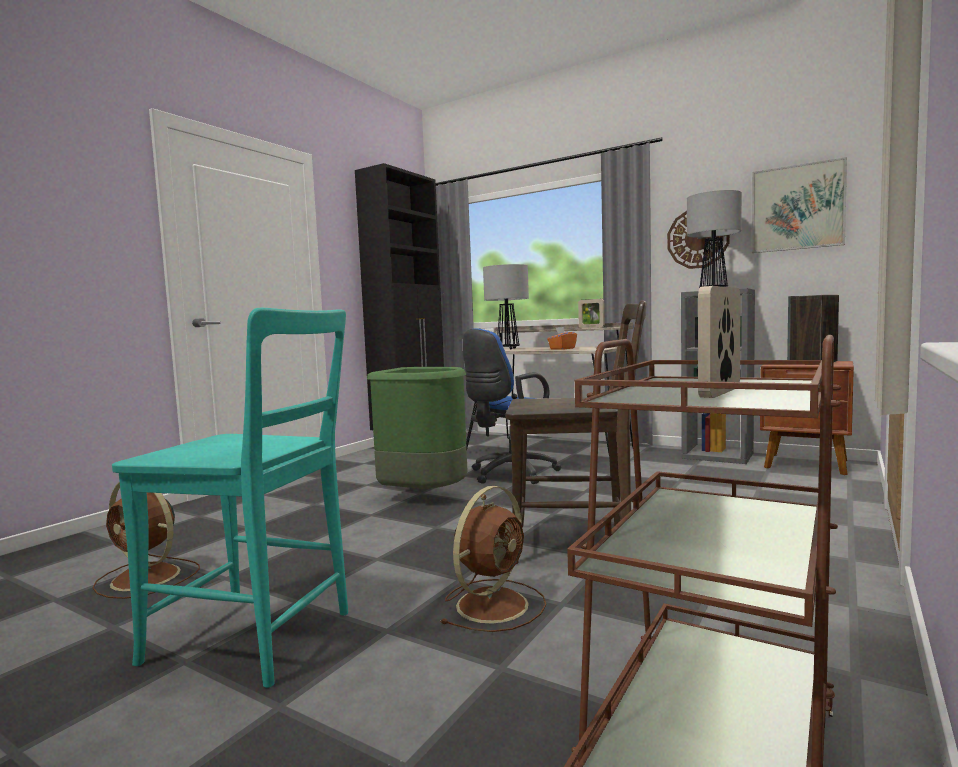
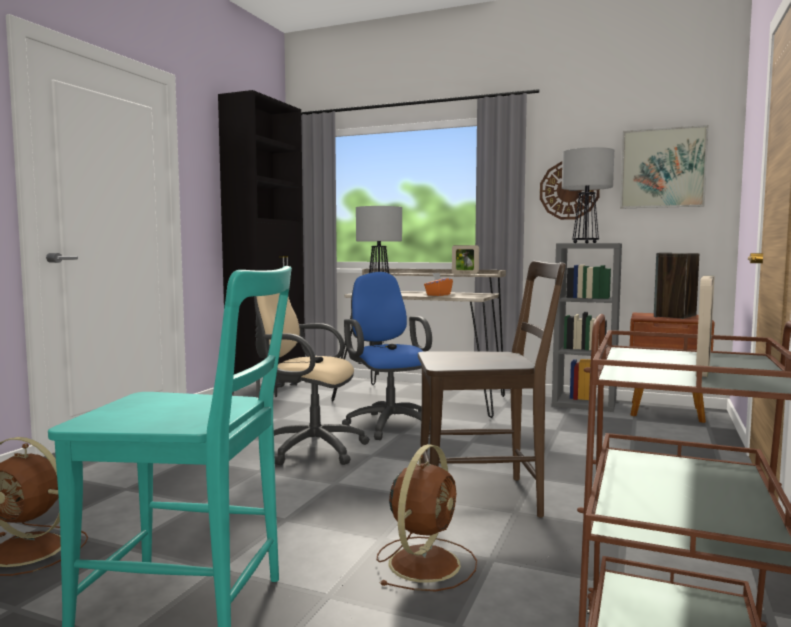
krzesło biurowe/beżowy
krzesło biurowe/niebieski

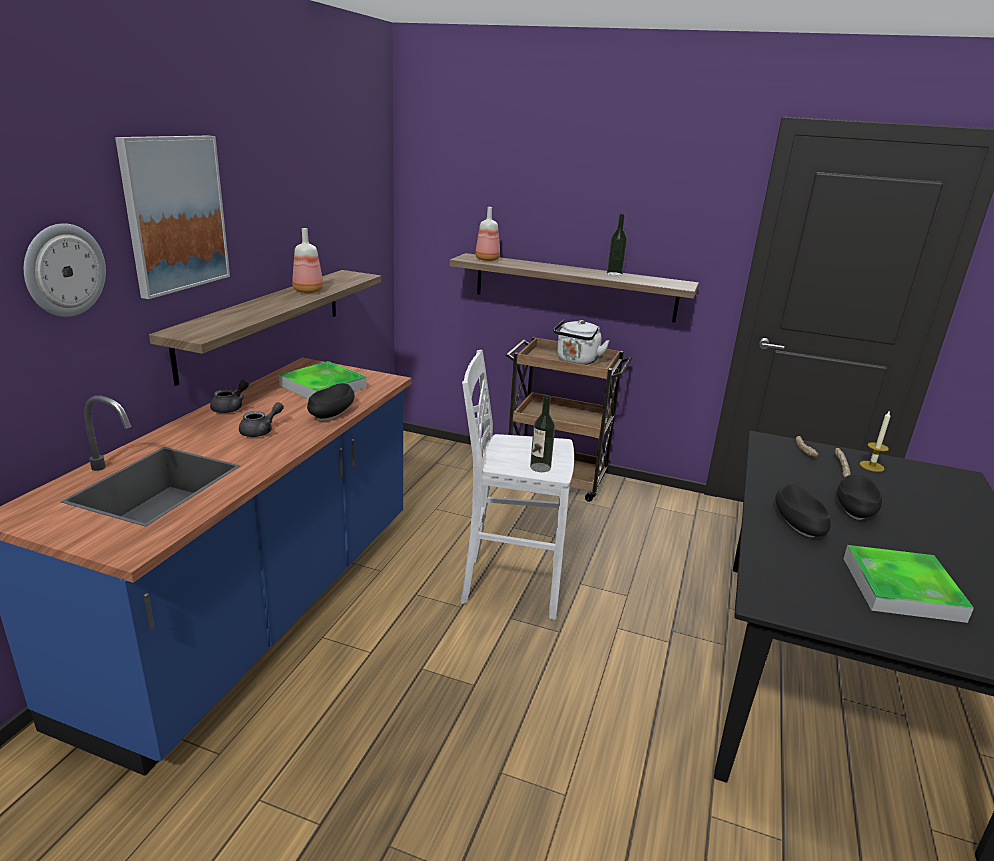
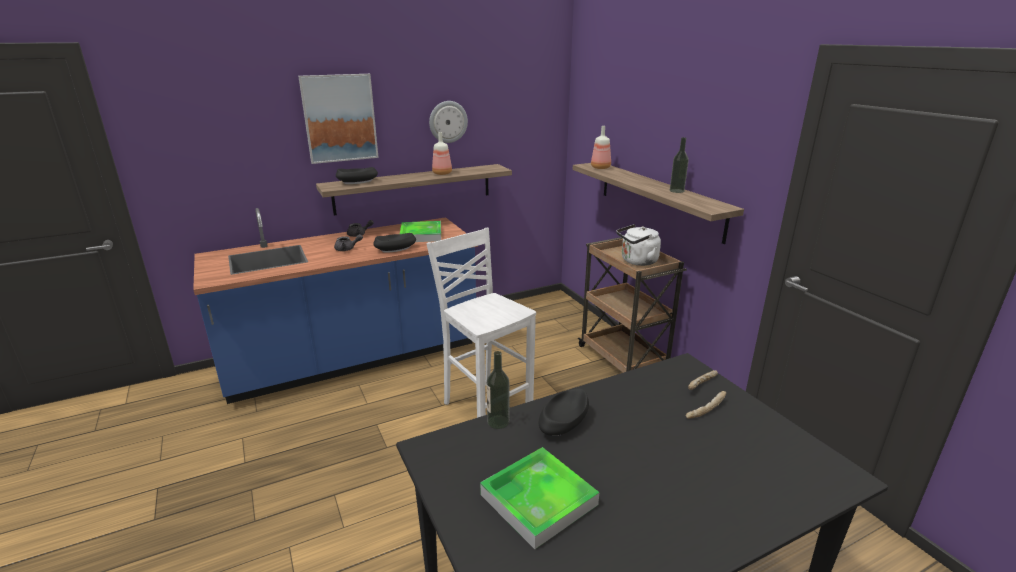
miska/czarny (1st from left)
zegar ścienny
butelka (2nd from left)
świeca

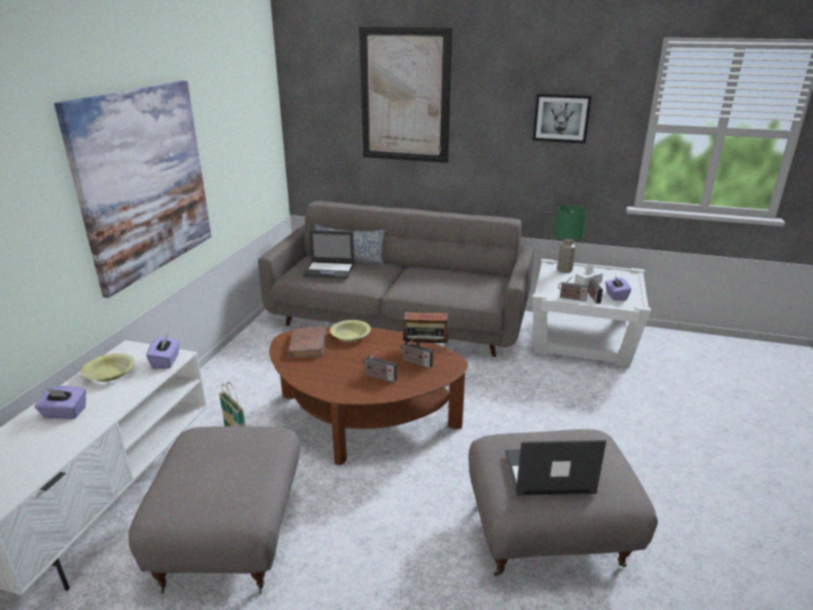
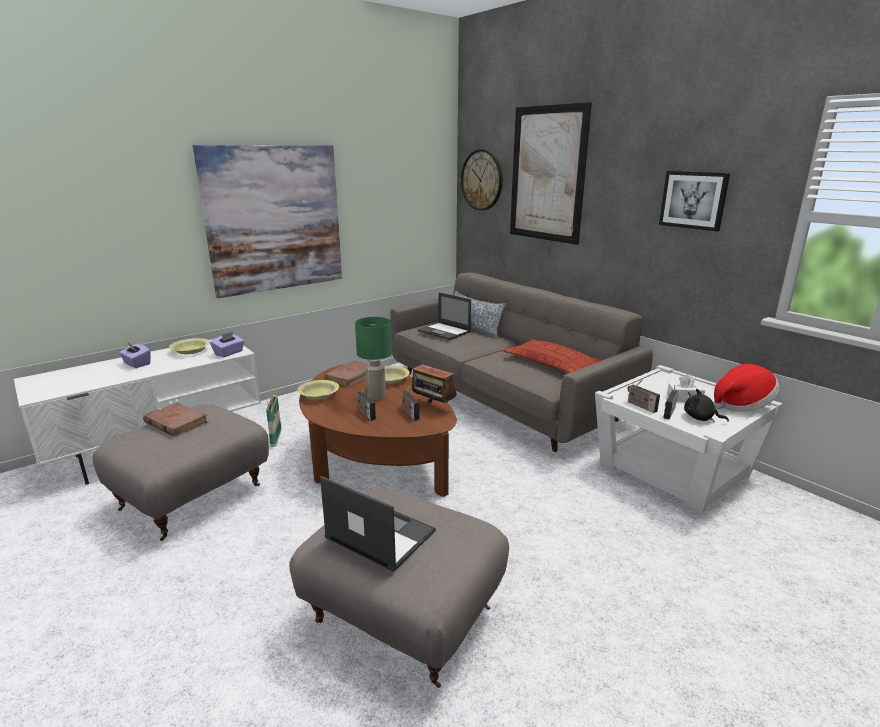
książka/brązowy (1st from left)
miska/żółty (2nd from left)
lampa stołowa/zielony
zegar ścienny
poduszka (2nd from left)
pluszak/czarny
kapelusz

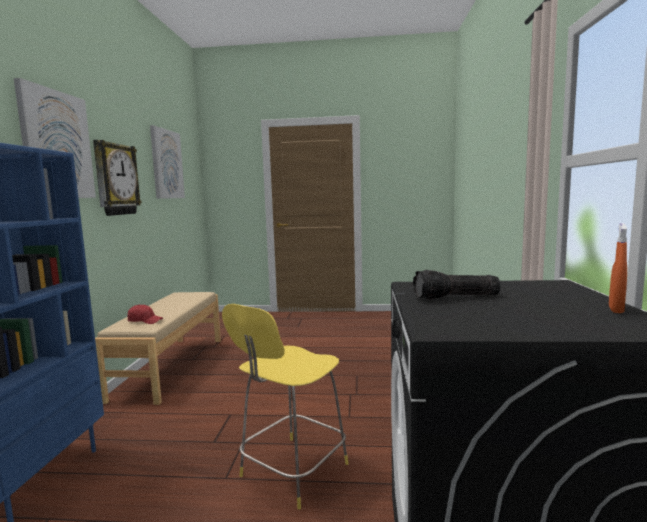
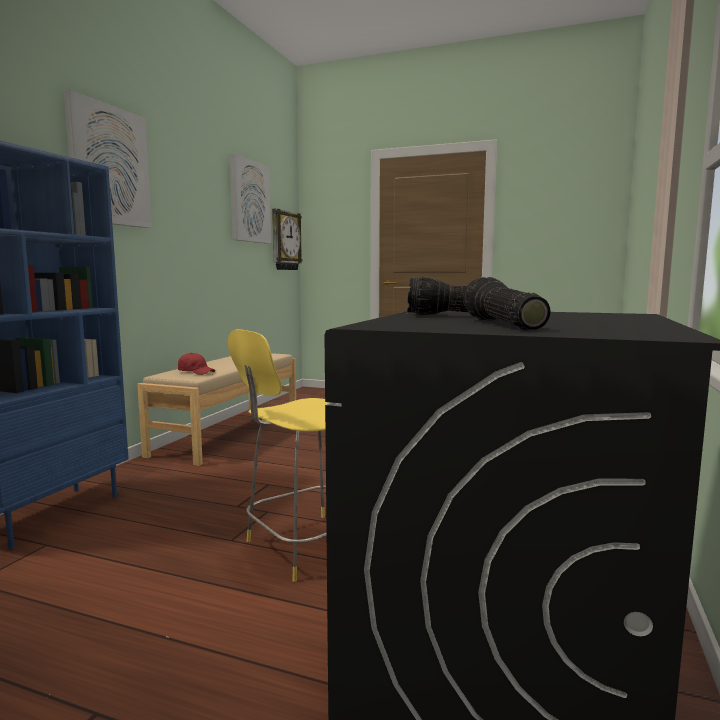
zegar ścienny
latarka (2nd from left)
spryskiwacz/pomarańczowy

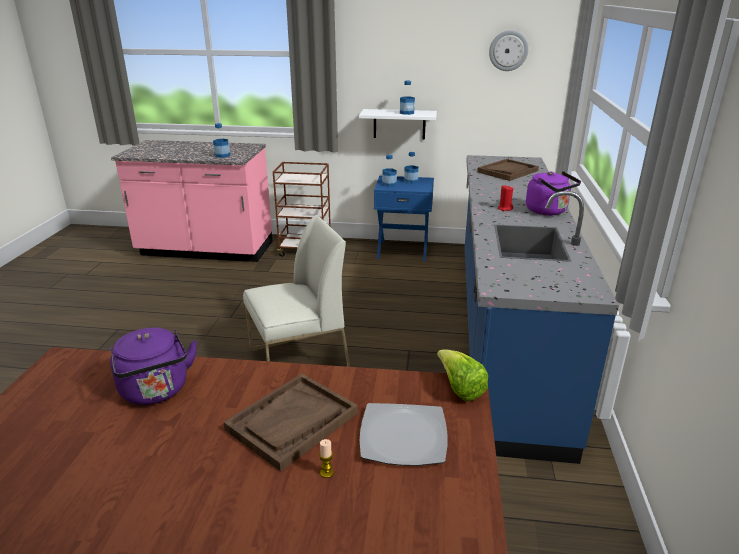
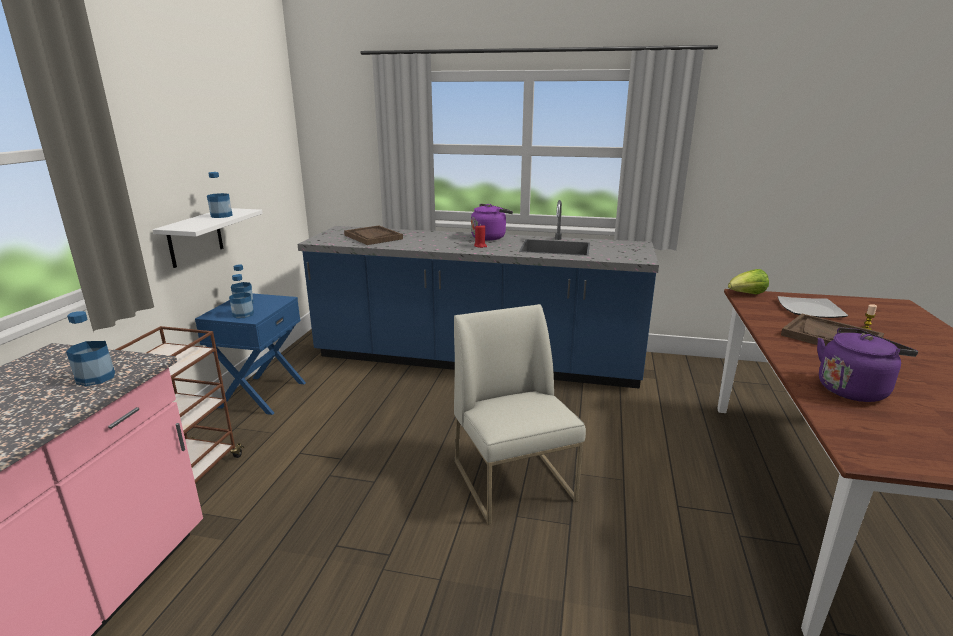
zegar ścienny

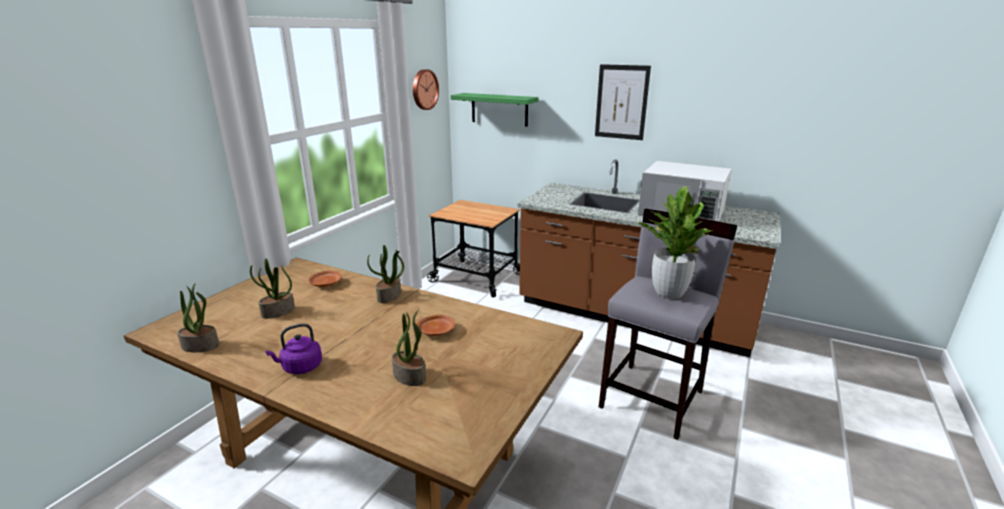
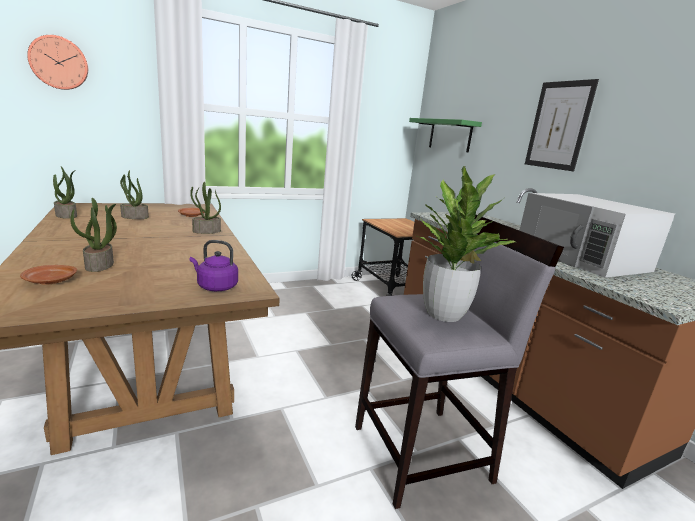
talerz/brązowy (1st from left)
zegar ścienny
czajnik/fioletowy

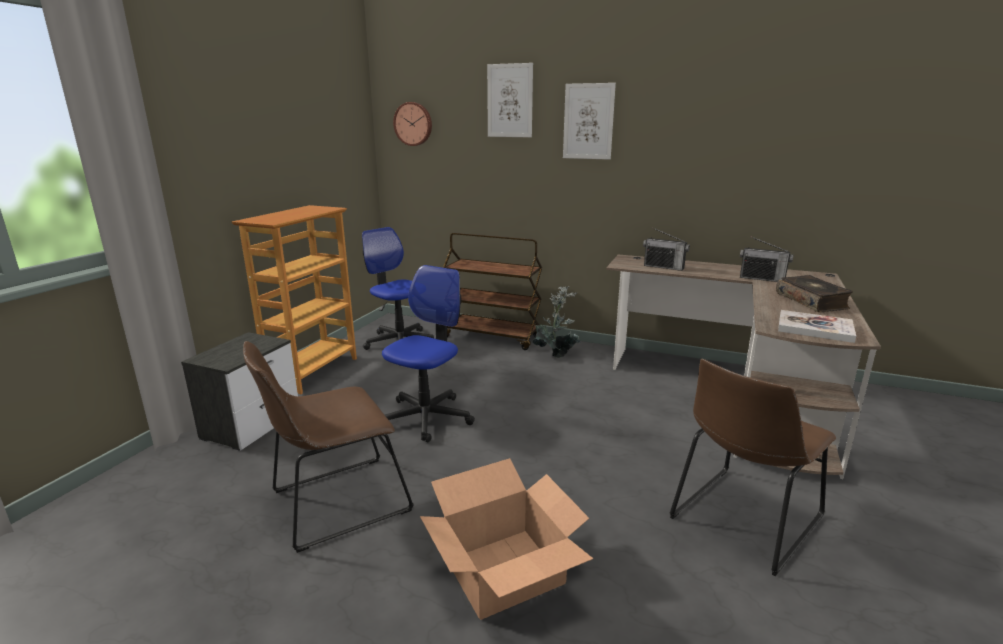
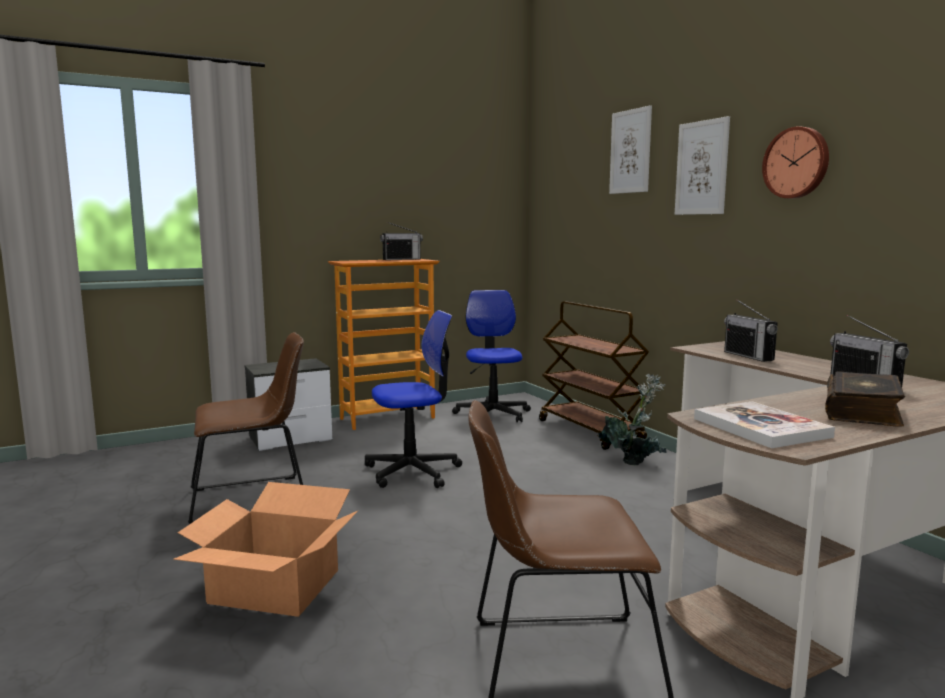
krzesło/brązowy (1st from left)
radio (1st from left)
zegar ścienny

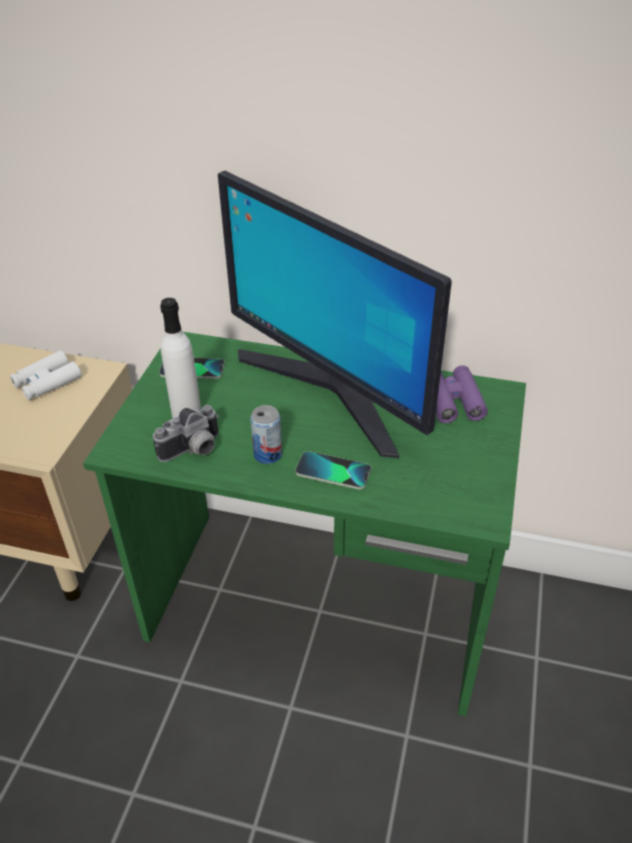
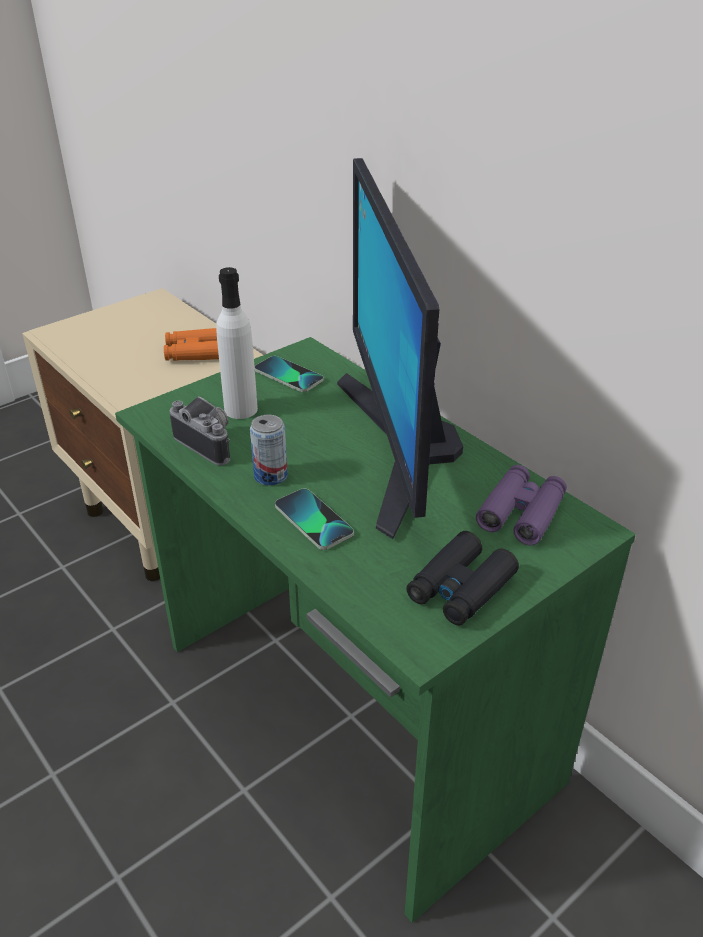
lornetka/pomarańczowy
aparat fotograficzny
lornetka/czarny

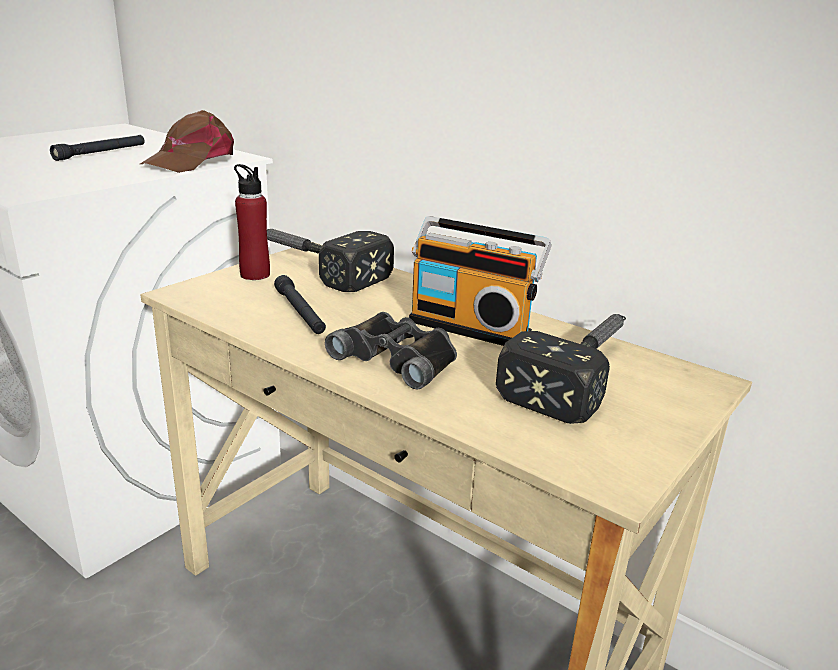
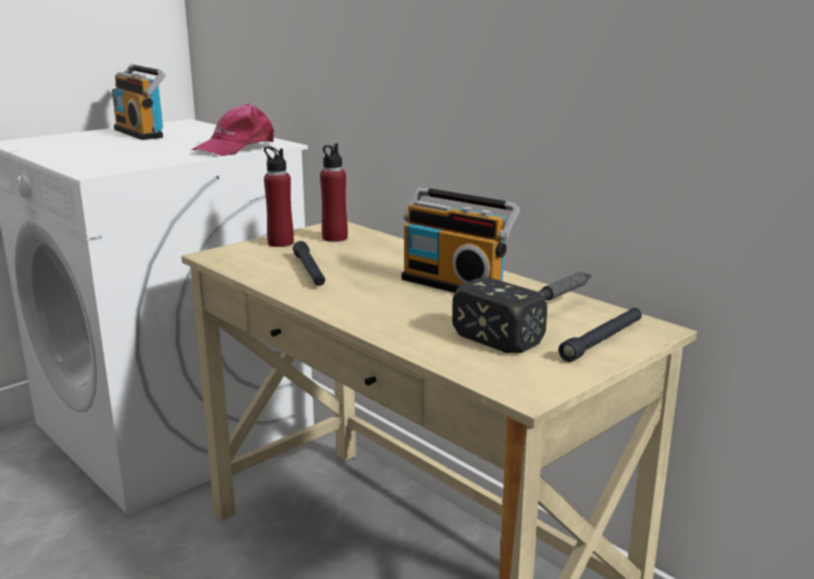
radio (1st from left)
czapka z daszkiem/różowy
butelka/czerwony (2nd from left)
latarka/czarny (2nd from left)
lornetka/czarny

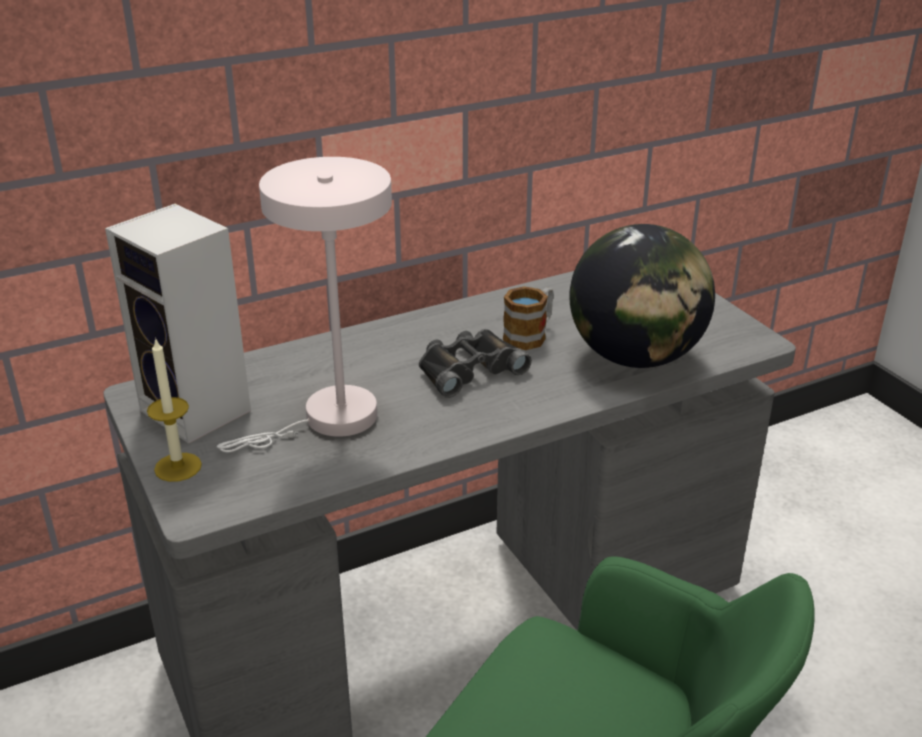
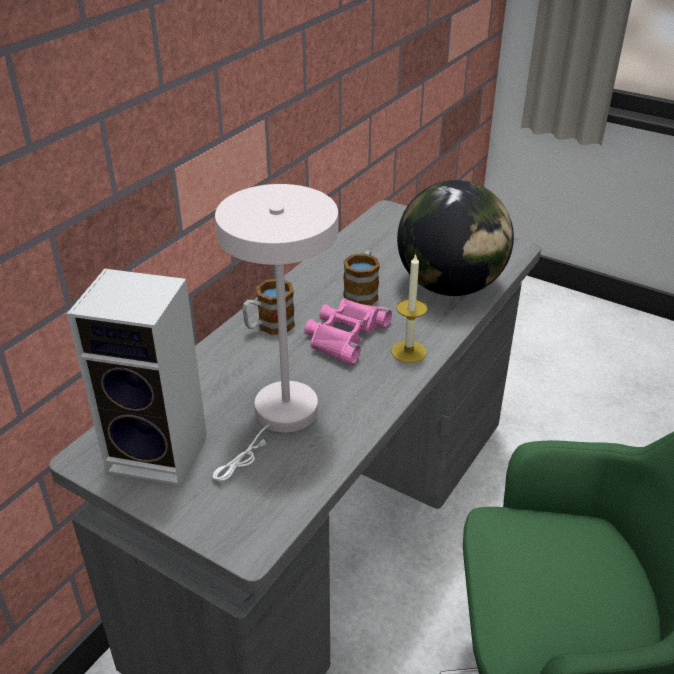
kubek (1st from left)
lornetka/różowy
świeca

